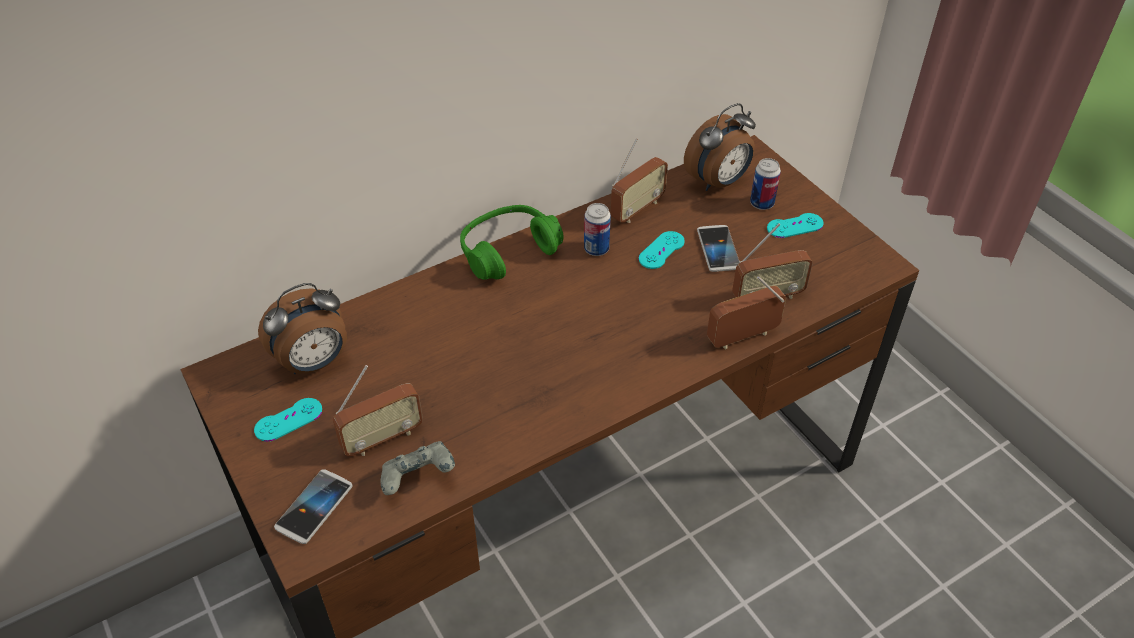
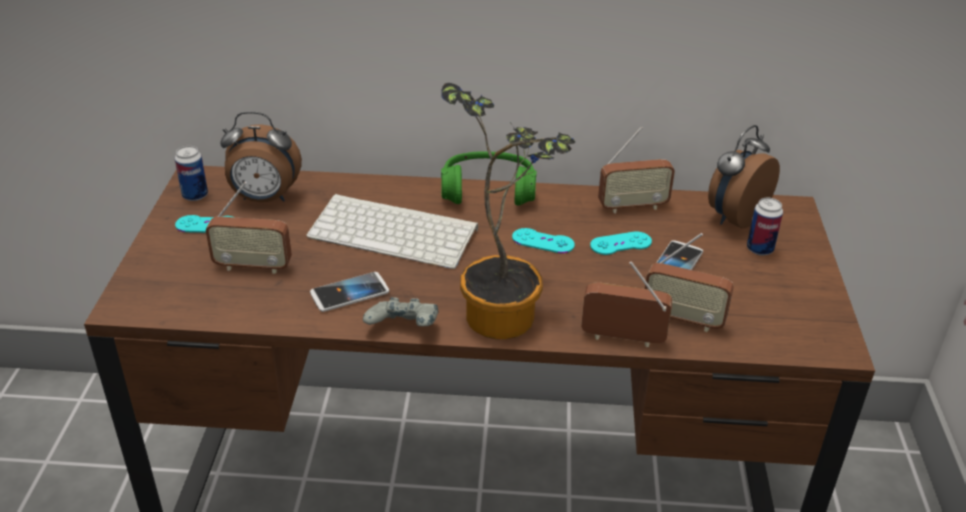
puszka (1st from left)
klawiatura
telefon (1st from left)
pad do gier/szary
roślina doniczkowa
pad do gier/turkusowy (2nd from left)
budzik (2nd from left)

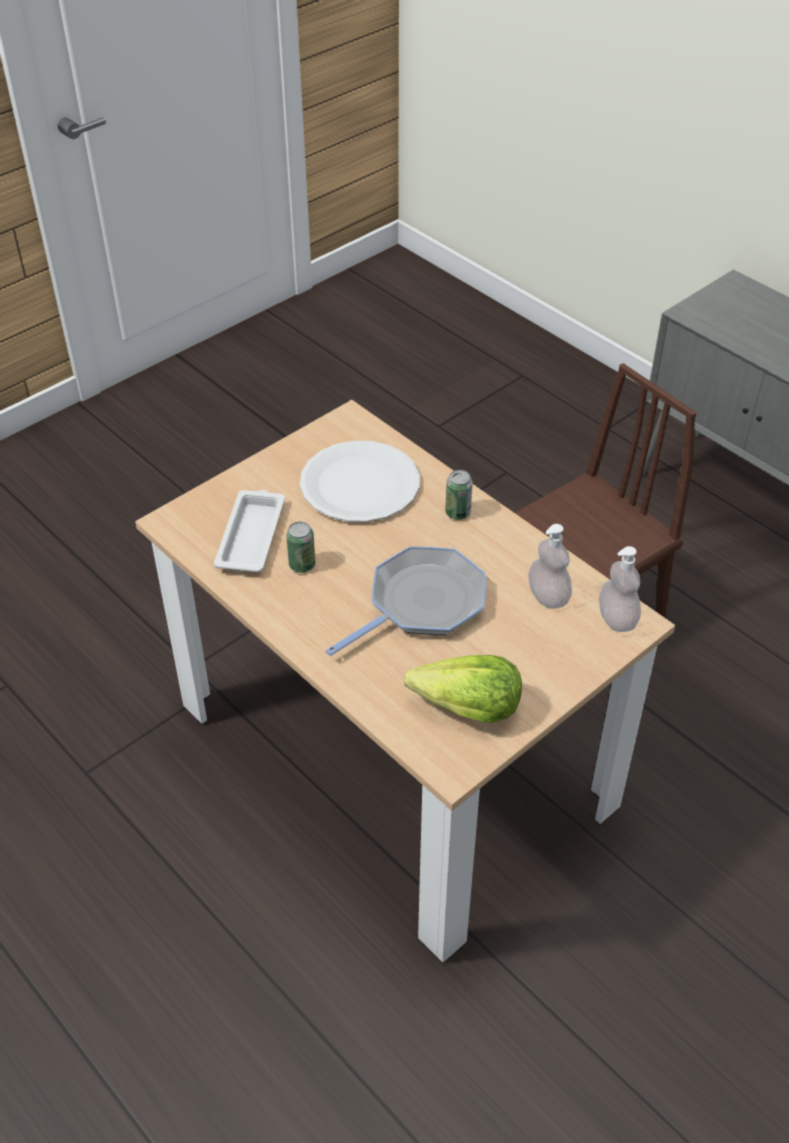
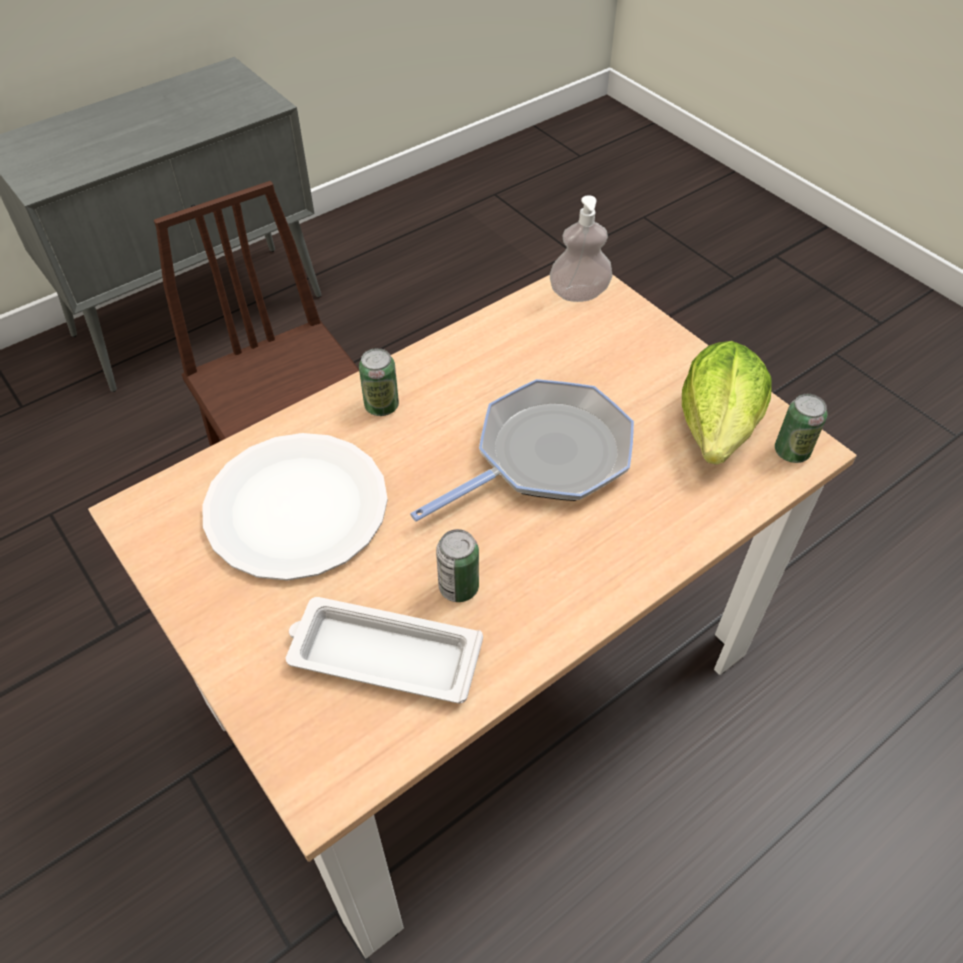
patelnia
puszka (3rd from left)
dozownik mydła (1st from left in the first image)

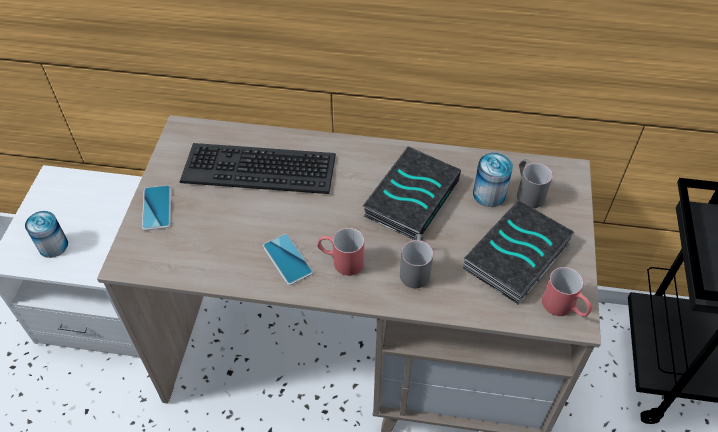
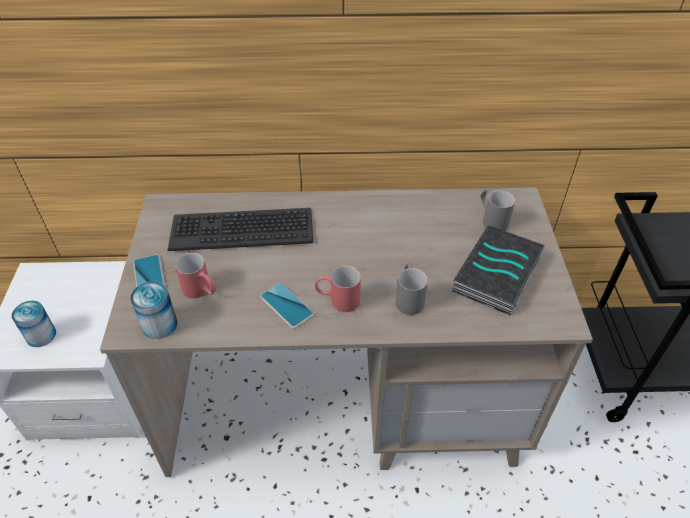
puszka (2nd from left)
kubek/czerwony (1st from left)
książka (1st from left in the first image)

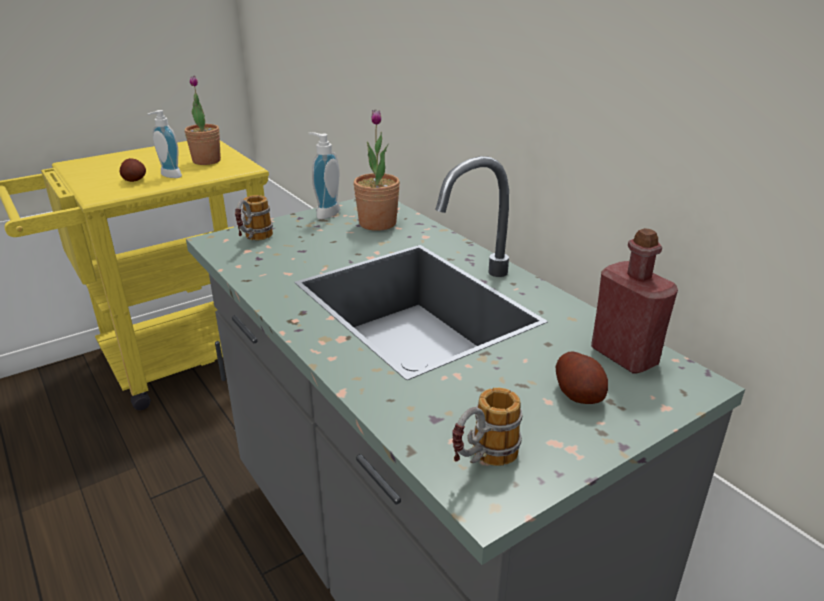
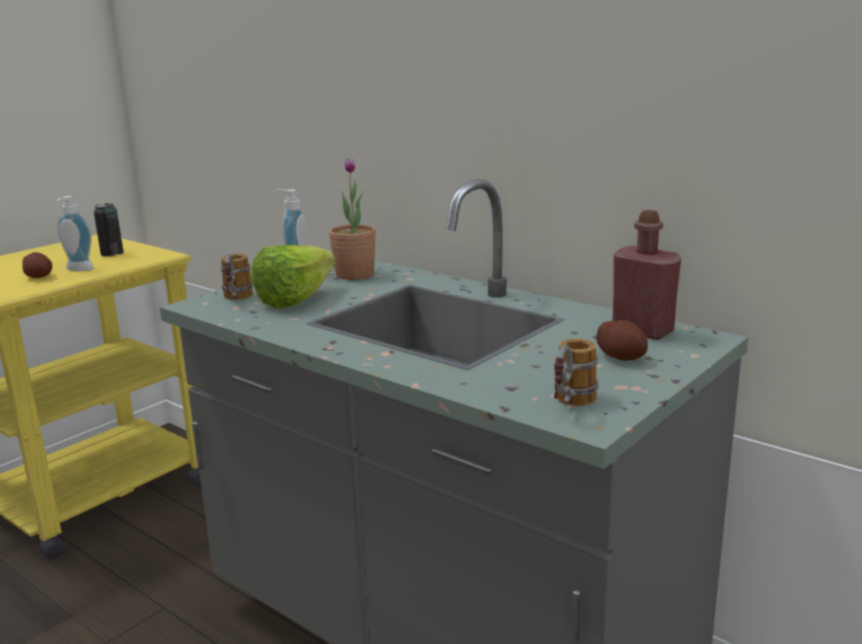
puszka
sałata

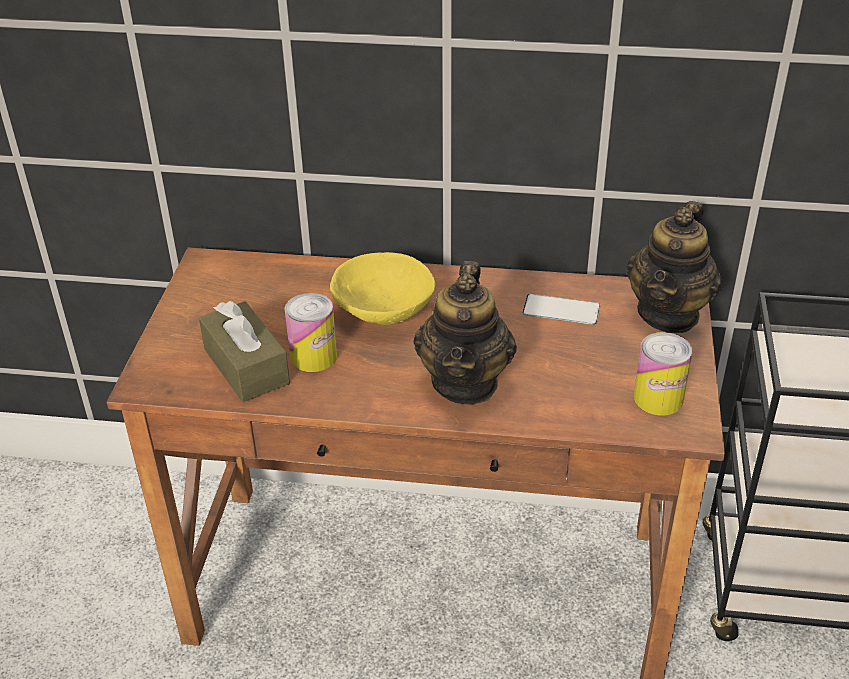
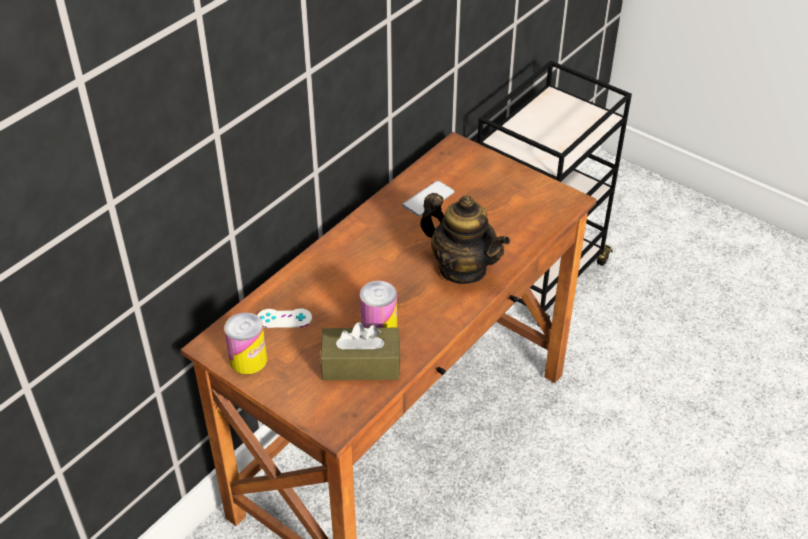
puszka (1st from left)
pad do gier/biały
miska/żółty
imbryk (2nd from left in the first image)

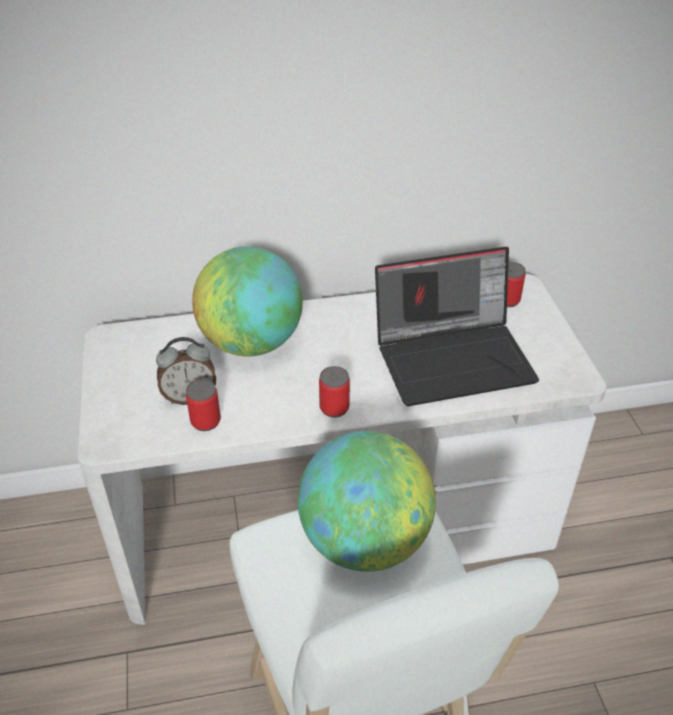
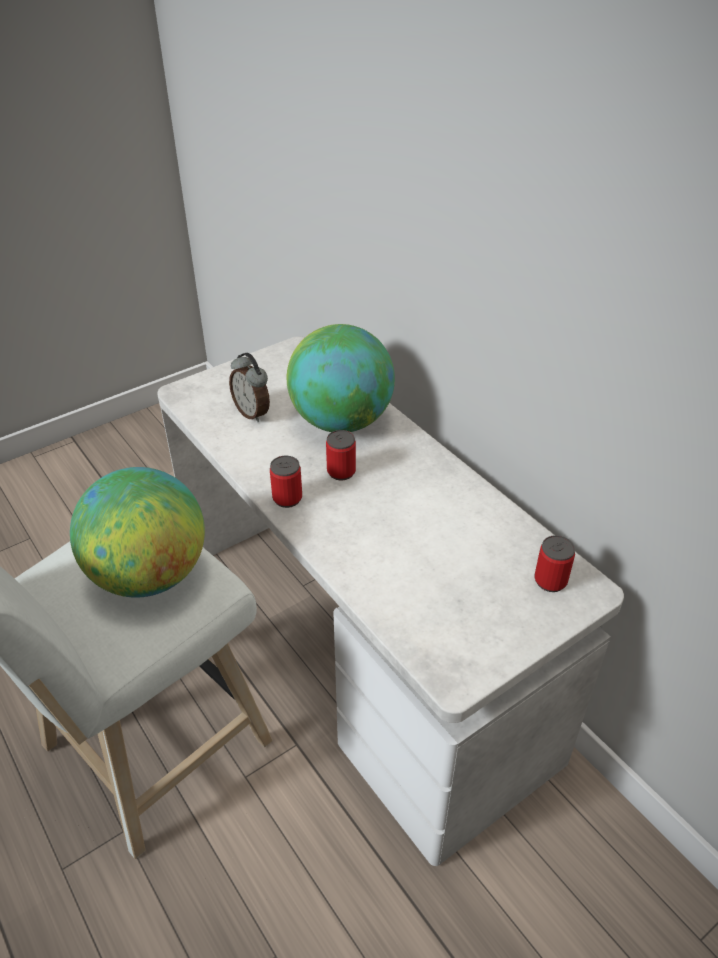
puszka (2nd from left)
laptop

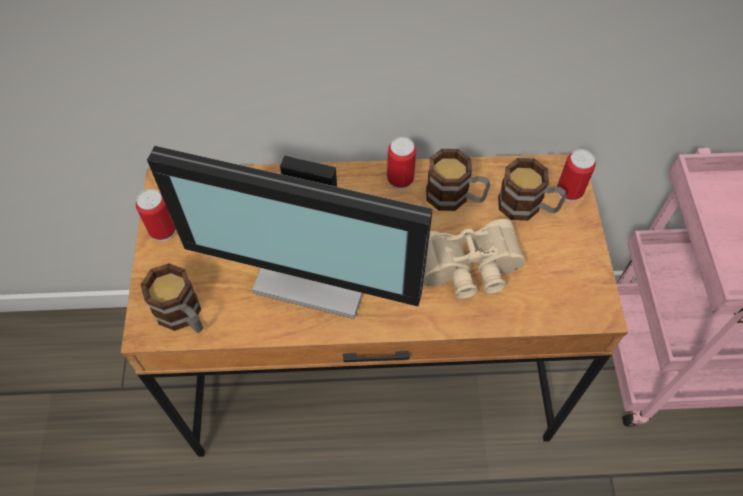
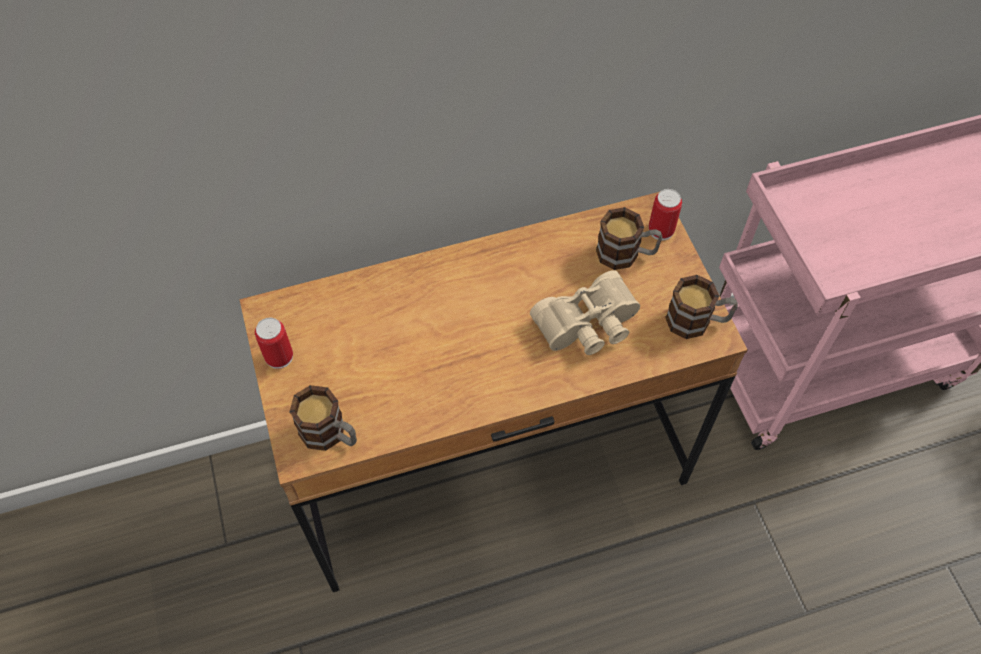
kubek (3rd from left)
monitor
puszka (2nd from left in the first image)

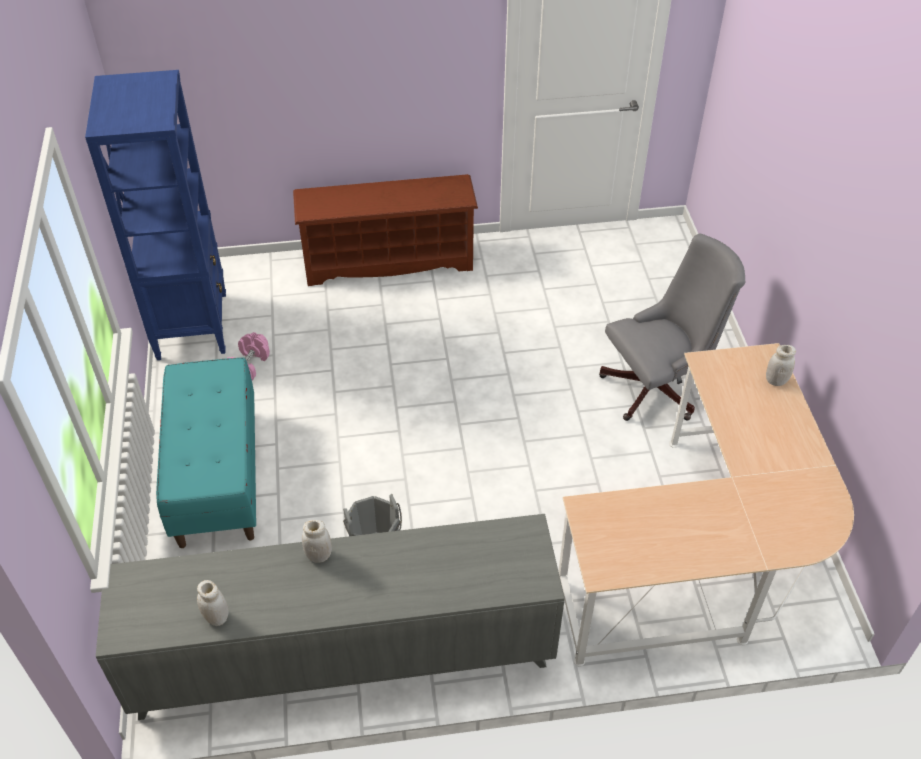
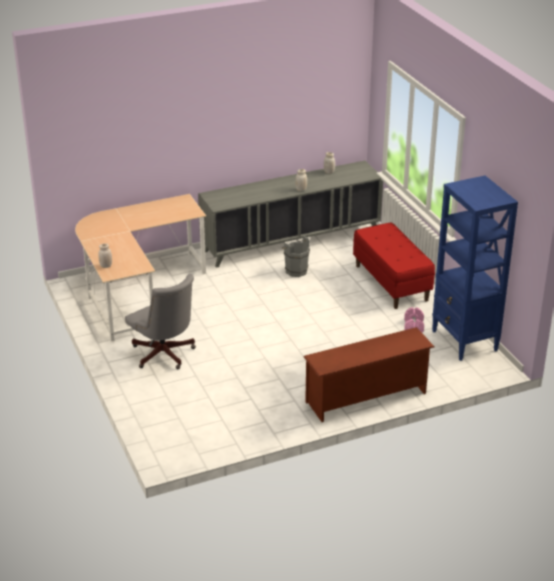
krzesło biurowe/szary
ławka/czerwony

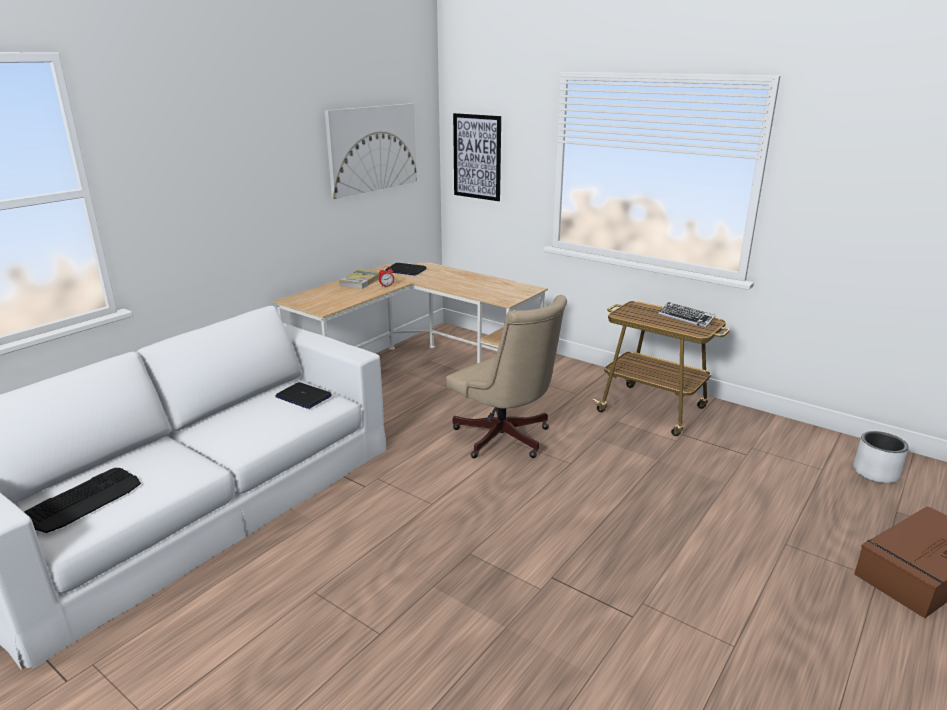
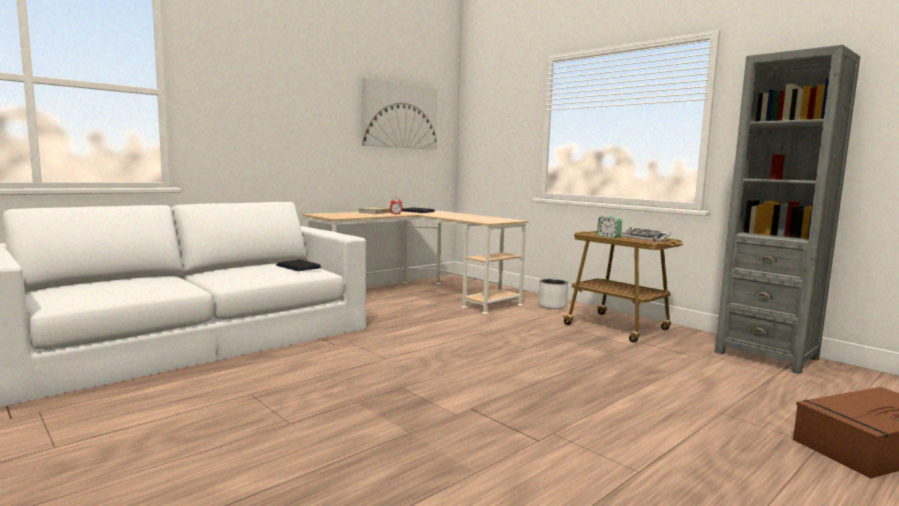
donica/biały
budzik (2nd from left)
regał/szary
klawiatura (1st from left in the first image)
krzesło biurowe/beżowy
obraz (2nd from left in the first image)

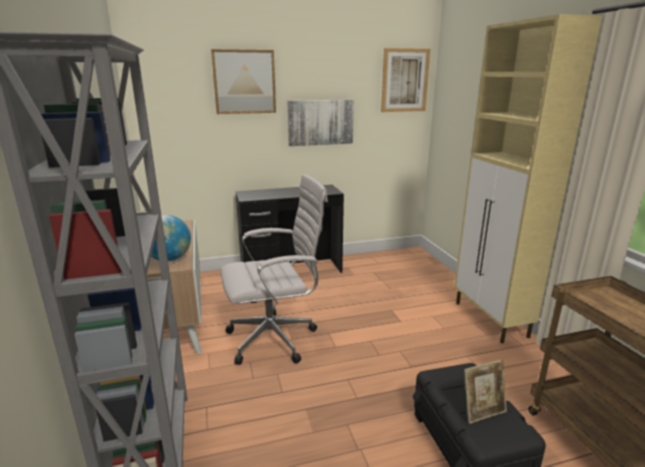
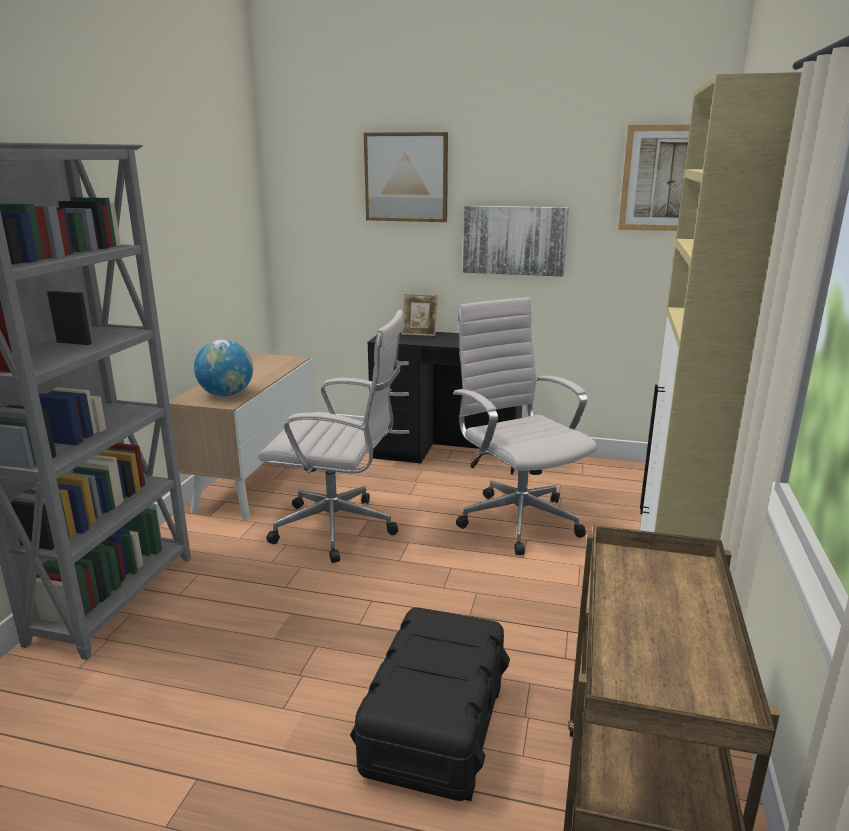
ramka na zdjęcie
krzesło biurowe/biały (2nd from left)

